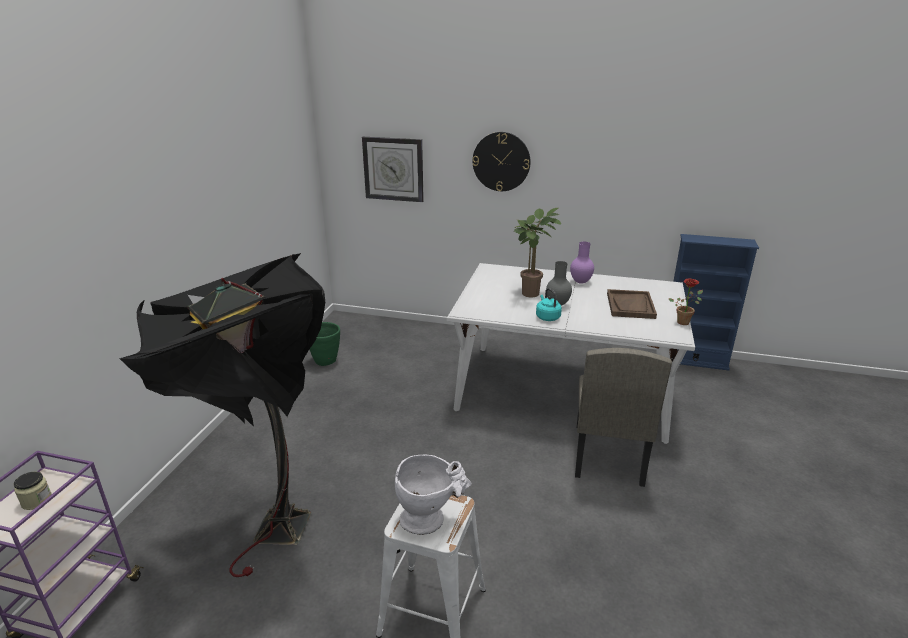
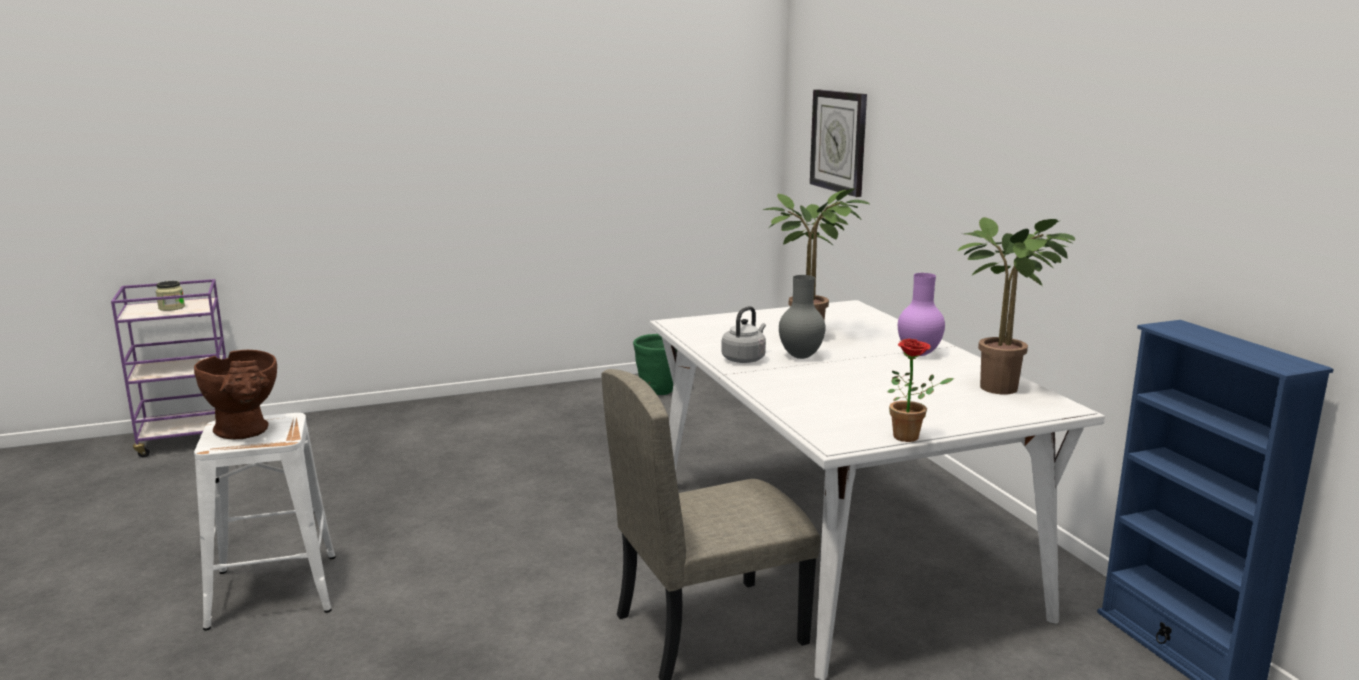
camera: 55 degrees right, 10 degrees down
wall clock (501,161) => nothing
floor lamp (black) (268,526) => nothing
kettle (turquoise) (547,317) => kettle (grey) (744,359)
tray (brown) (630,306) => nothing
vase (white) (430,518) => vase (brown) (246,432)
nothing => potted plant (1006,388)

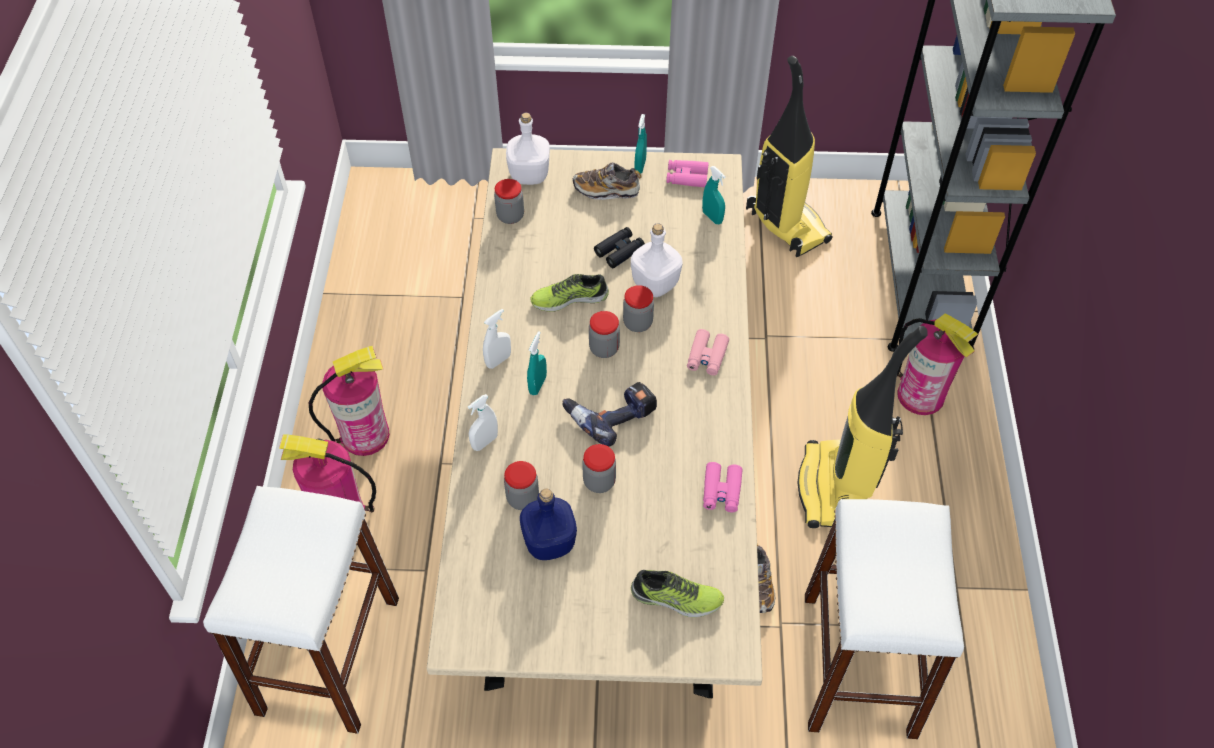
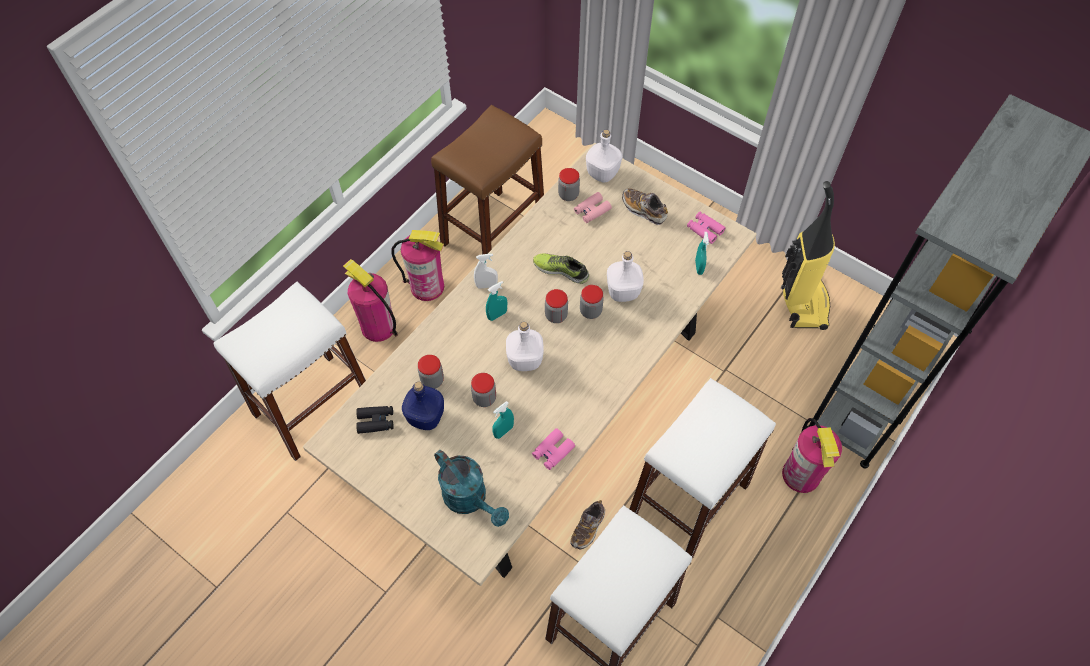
camera: 35 degrees right, 5 degrees up
spray bottle (turquoise) (640,166) => spray bottle (turquoise) (503,431), moved
binoculars (black) (619,251) => binoculars (black) (376,421), moved
vacuum cleaner (835,489) => stool (white) (688,499)
binoculars (pink) (707,356) => binoculars (pink) (592,211), moved
power drill (610,414) => bottle (white) (525,360)
spray bottle (white) (485,442) => nothing
shoe (676,598) => watering can (turquoise) (470,499)
nothing => stool (brown) (493,232)

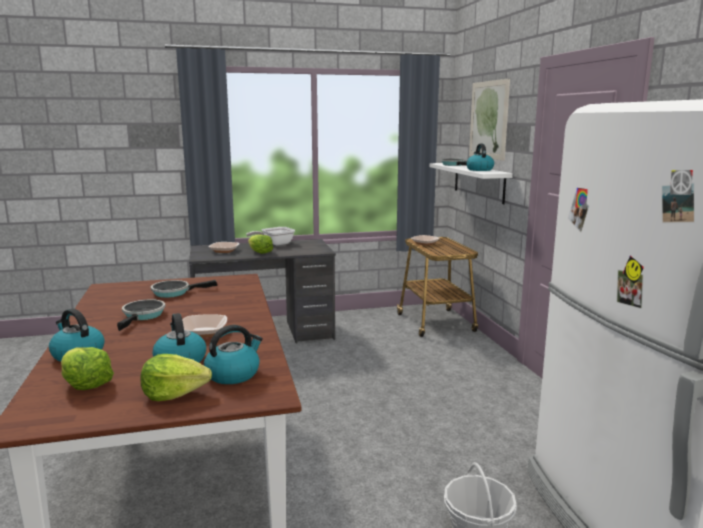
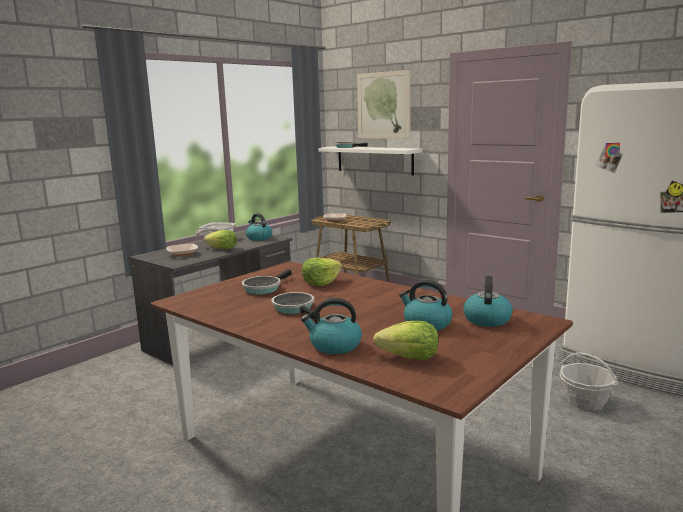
camera: 35 degrees left, 0 degrees up
kettle (479,170) => kettle (259,238), moved
bowl (203,332) => nothing
lettuce (174,393) => lettuce (321,282), moved

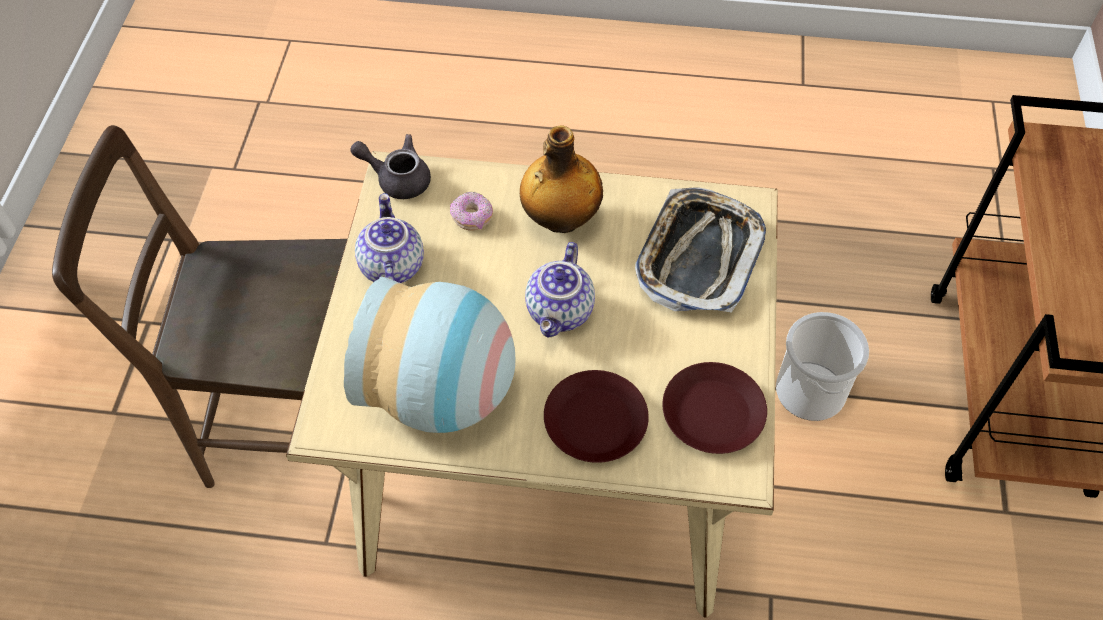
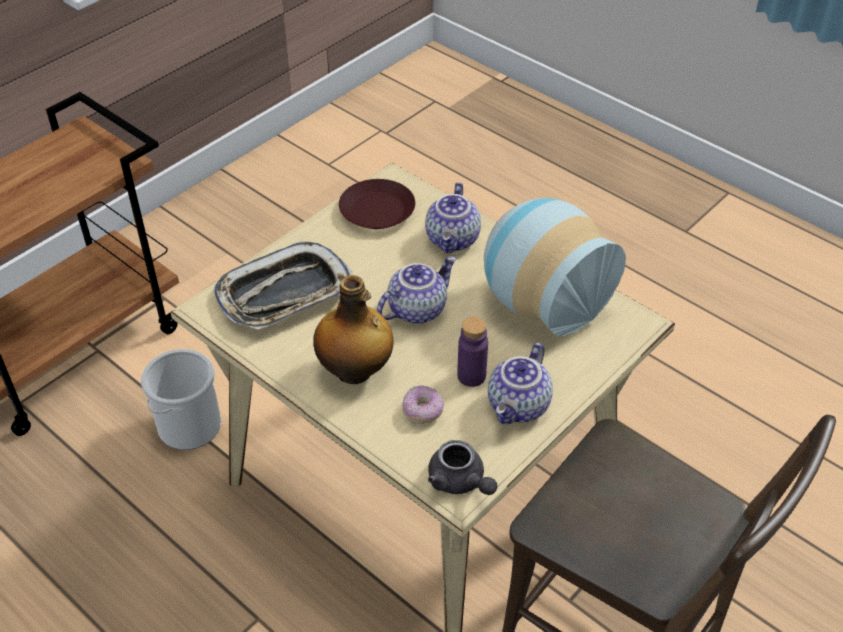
camera: 145 degrees left, 10 degrees down
plate (brown) (595,423) => teapot (454,240)
nothing => bottle (purple) (471,376)

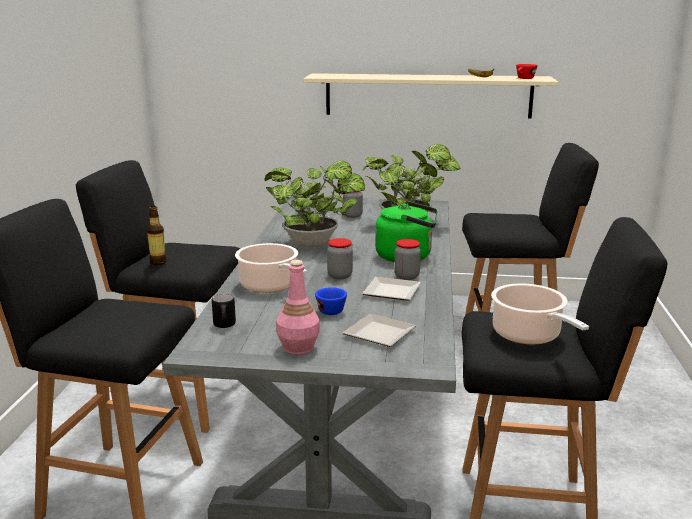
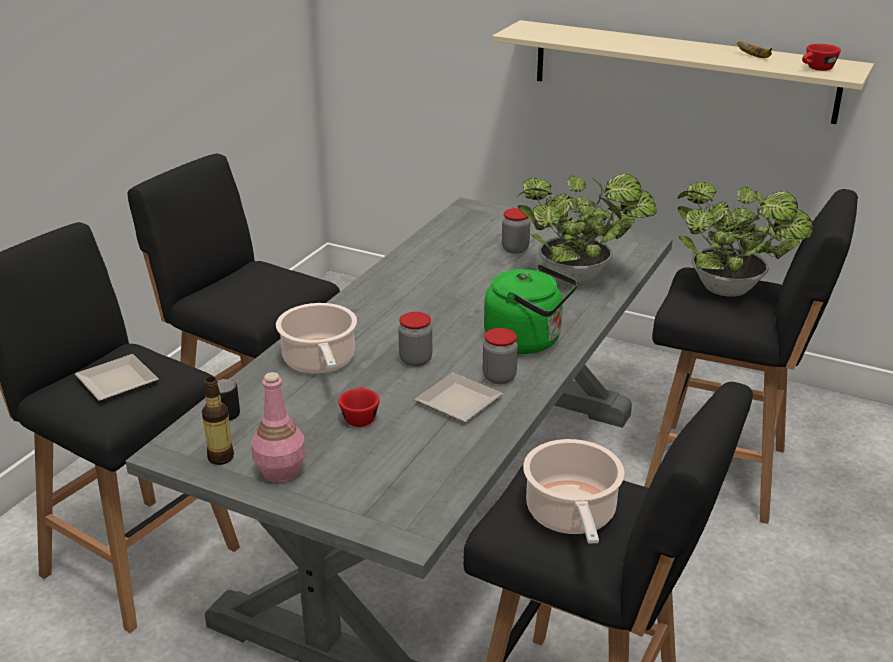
camera: 20 degrees right, 10 degrees up
potted plant (315,244) => potted plant (731,291), moved
bottle (158,262) => bottle (220,457), moved
cup (blue) (329,310) => cup (red) (359,417)
plate (378,332) => plate (118,379), moved

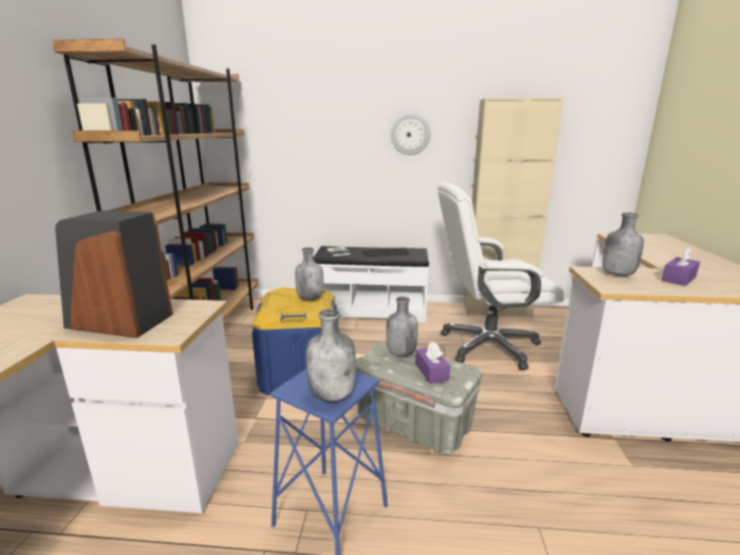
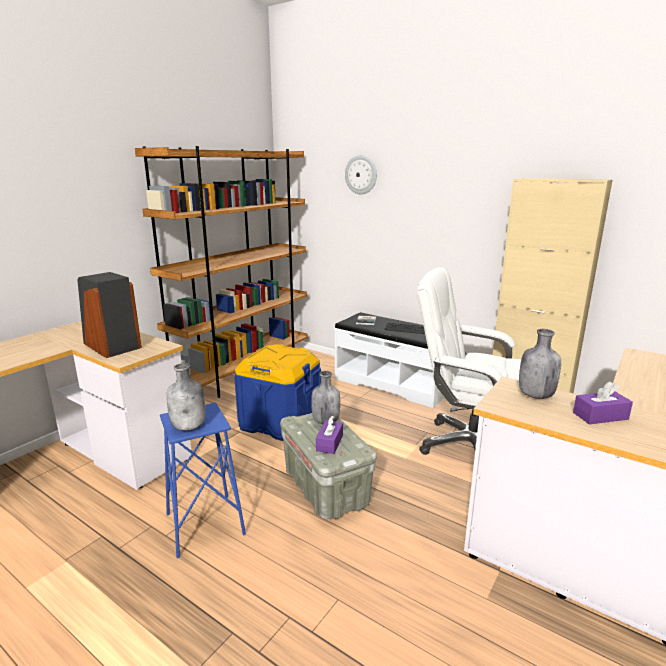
camera: 30 degrees right, 0 degrees up
wall clock (410,134) => wall clock (361,175), moved
bottle (grey) (310,298) => nothing

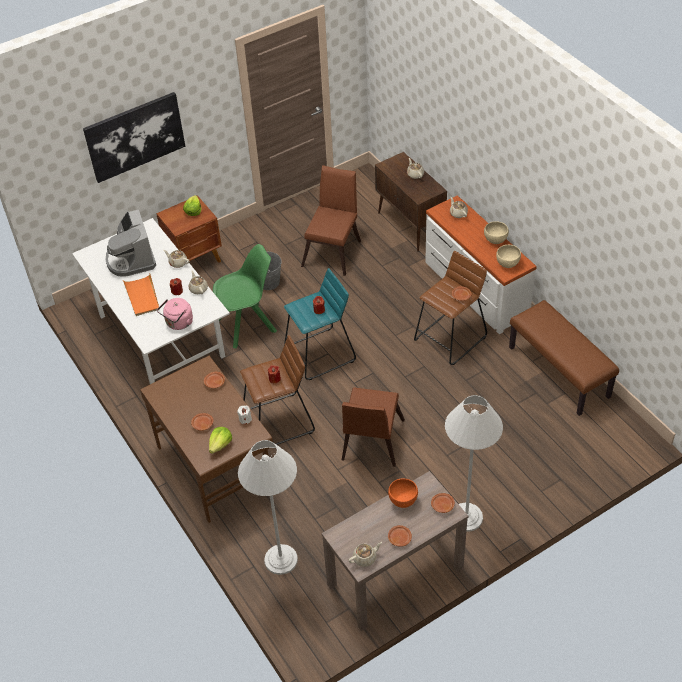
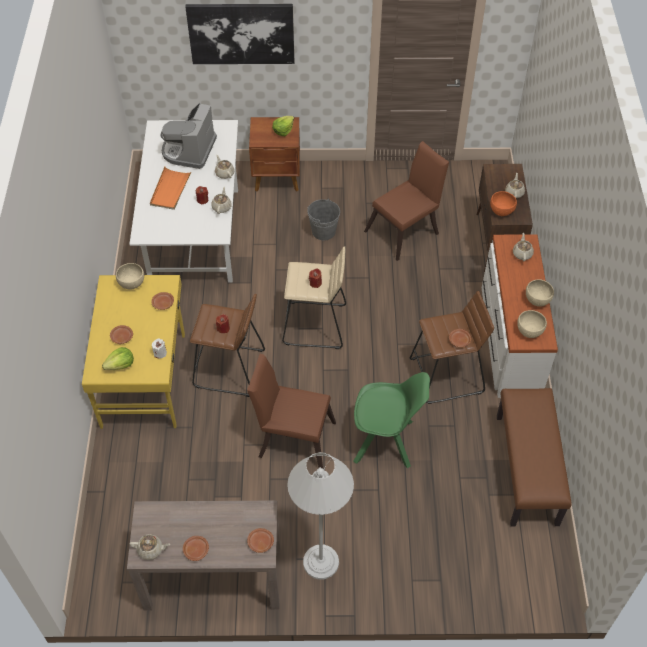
camera: 30 degrees right, 5 degrees up
chair (green) (248,324) => chair (green) (386,441), moved
stool (turquoise) (320,354) => stool (beige) (315,325)
kettle (pink) (178,323) => nothing
desk (brown) (214,465) => desk (yellow) (145,379)
chair (brown) (371,443) => chair (brown) (292,437), 60 degrees clockwise
floor lamp (white) (281,559) => nothing
bowl (orange) (402,500) => bowl (orange) (501,211), moved
nothing => bowl (beige) (132,284)

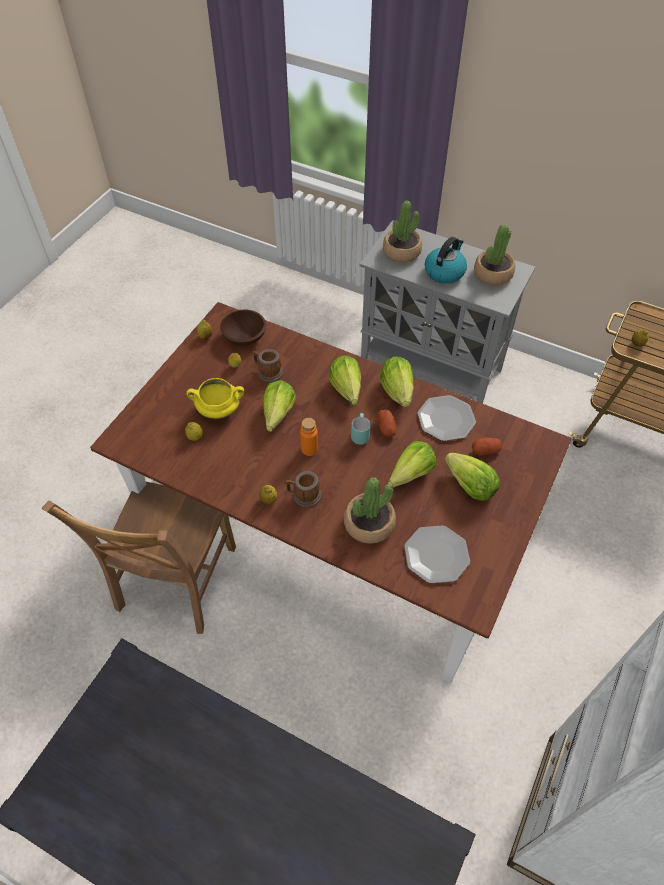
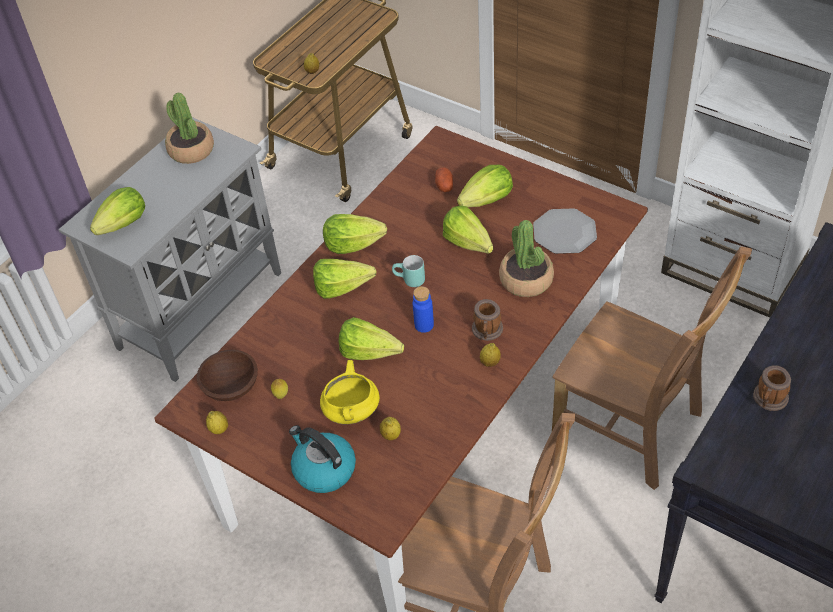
camera: 80 degrees left, 5 degrees down
potted plant (401,252) => lettuce (124,224)
kettle (444,272) => kettle (323,470), moved
mug (267,372) => mug (769,400), moved
plate (446,419) => nothing
potato (386,427) => nothing
bottle (orange) (309,449) => bottle (blue) (424,325)
nothing => chair (brown) (632,428)

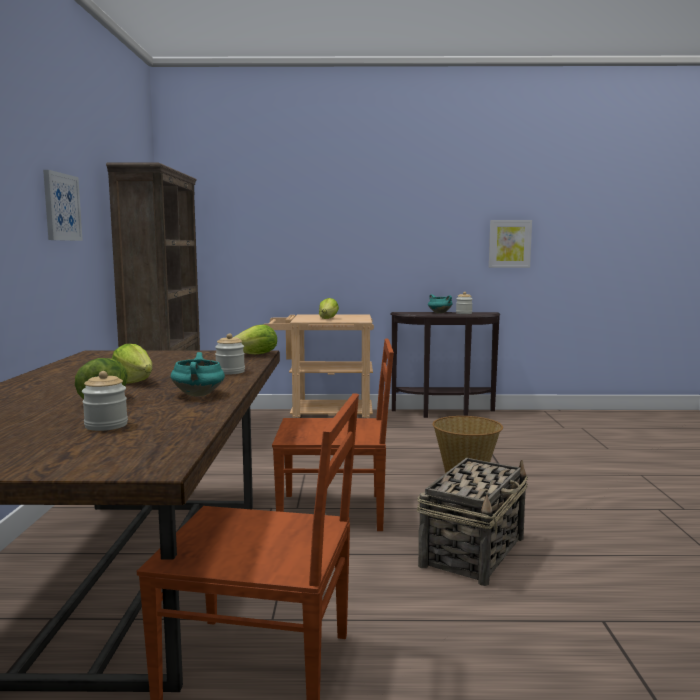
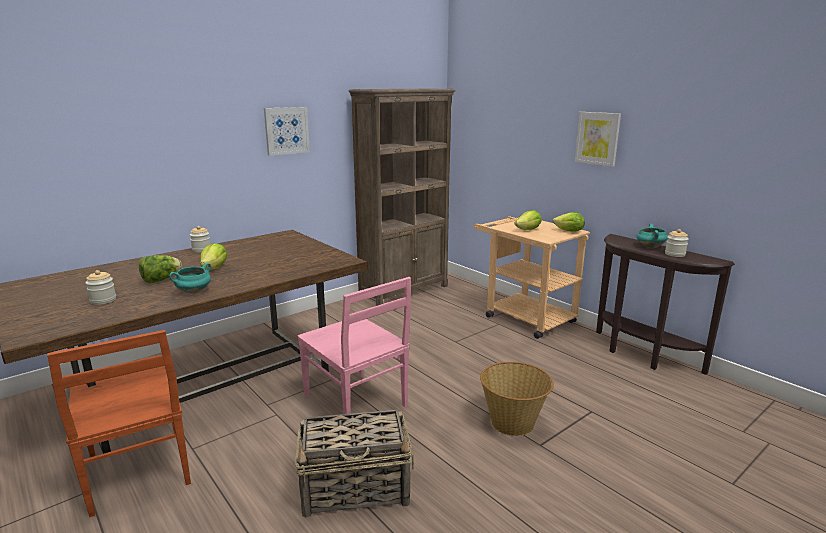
camera: 50 degrees right, 10 degrees up
picture (509,244) => picture (597,138), moved
lettuce (257,354) => lettuce (569,231), moved
jar (230,372) => jar (201,249), moved
chair (brown) (335,512) => chair (pink) (356,402)

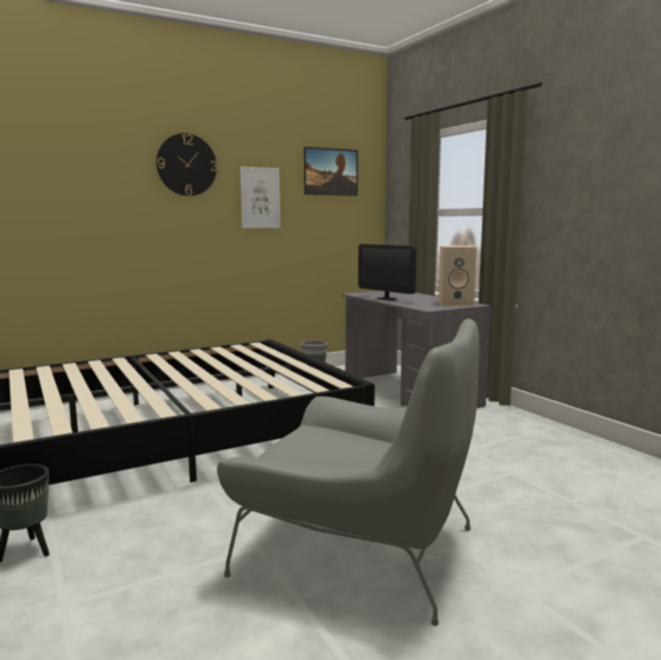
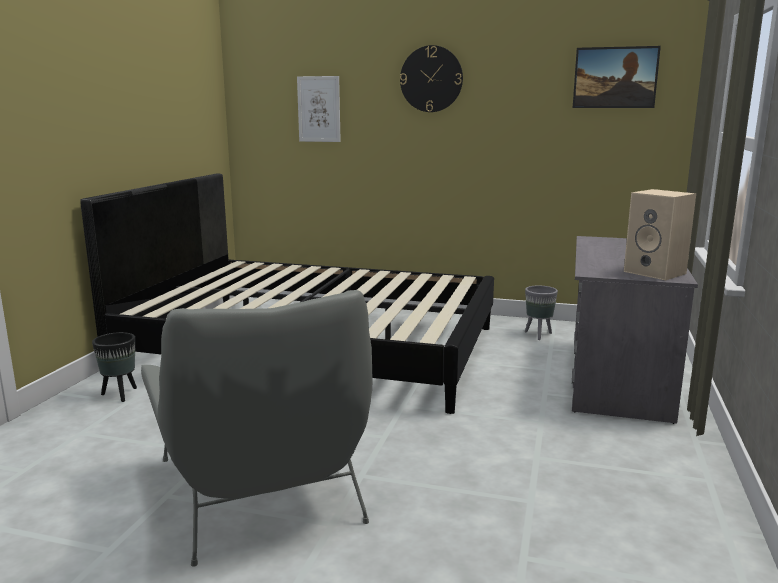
camera: 45 degrees right, 5 degrees up
picture (260,198) => picture (319,109), moved
monitor (387,299) => nothing

